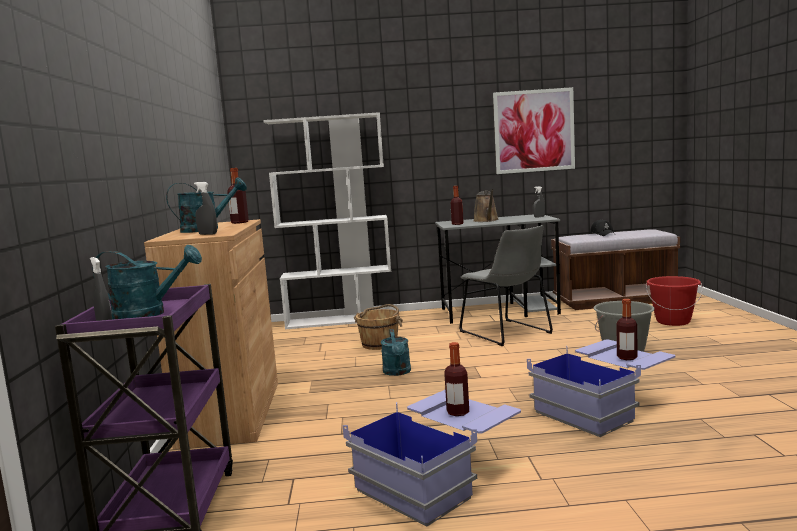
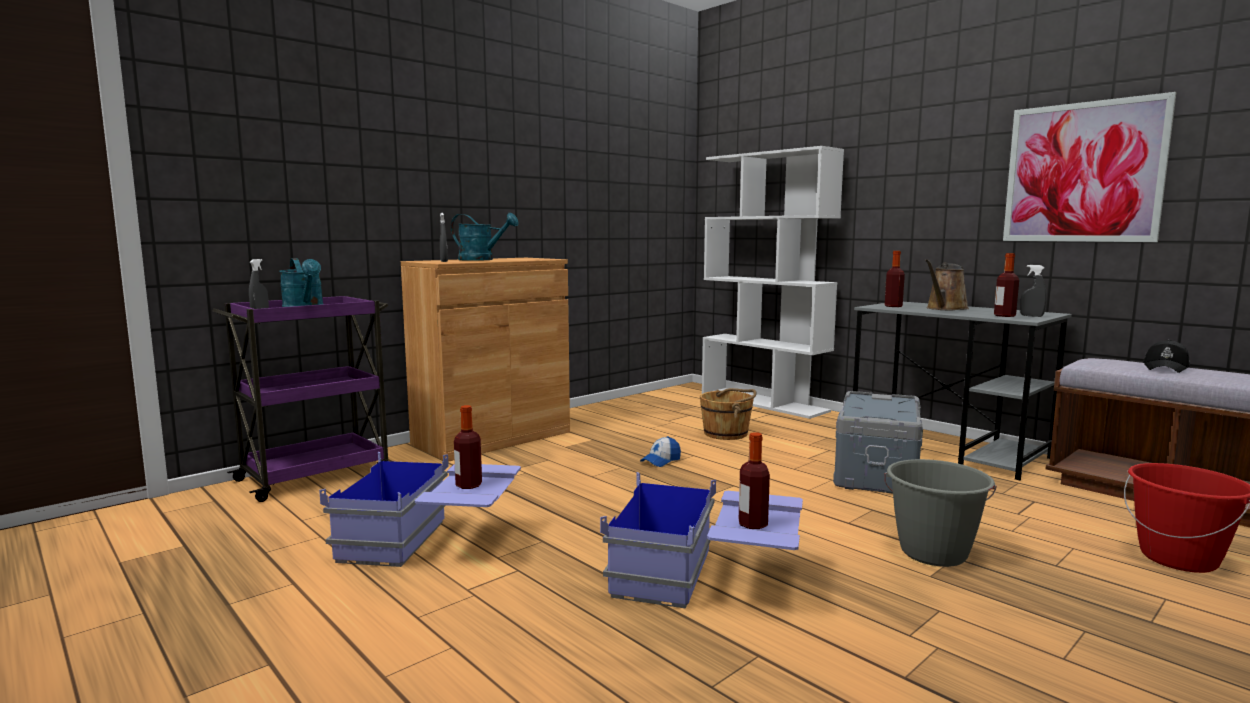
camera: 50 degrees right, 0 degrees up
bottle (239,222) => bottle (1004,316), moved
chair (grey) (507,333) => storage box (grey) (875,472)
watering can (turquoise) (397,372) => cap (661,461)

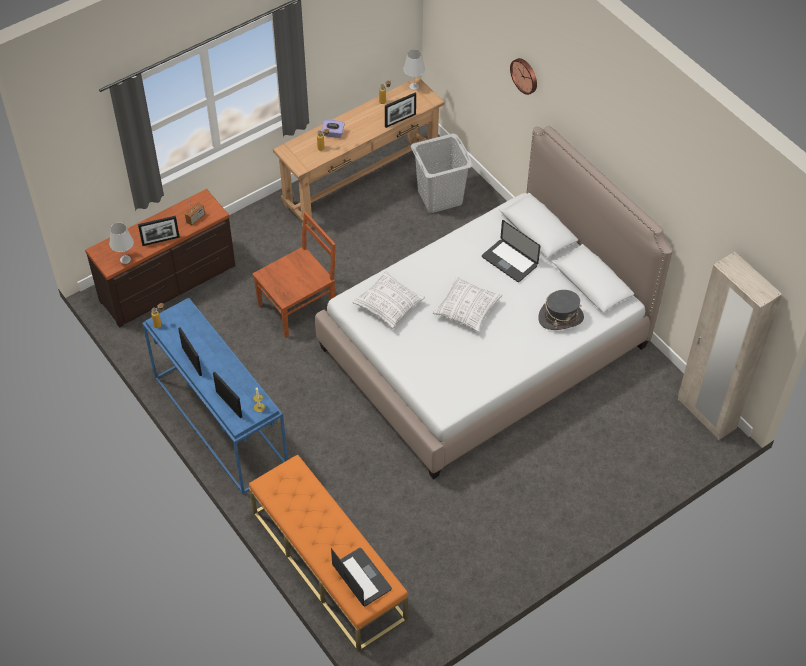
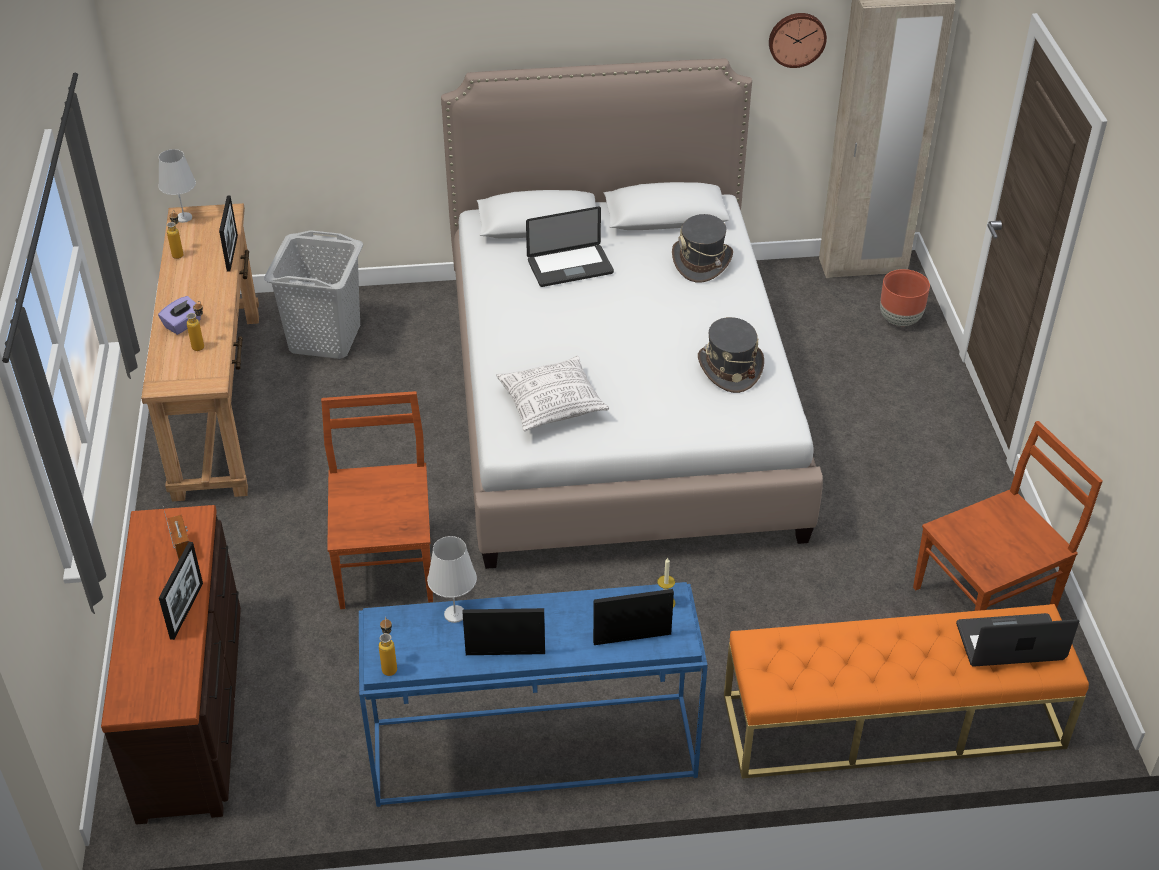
camera: 60 degrees left, 10 degrees down
wall clock (525,75) => wall clock (796,38), moved
table lamp (white) (125,260) => table lamp (white) (455,614), moved
pillow (467,310) => nothing
nothing => planter (brown) (900,319)
nothing => hat (grey) (729,368)
nothing => chair (brown) (987,599)

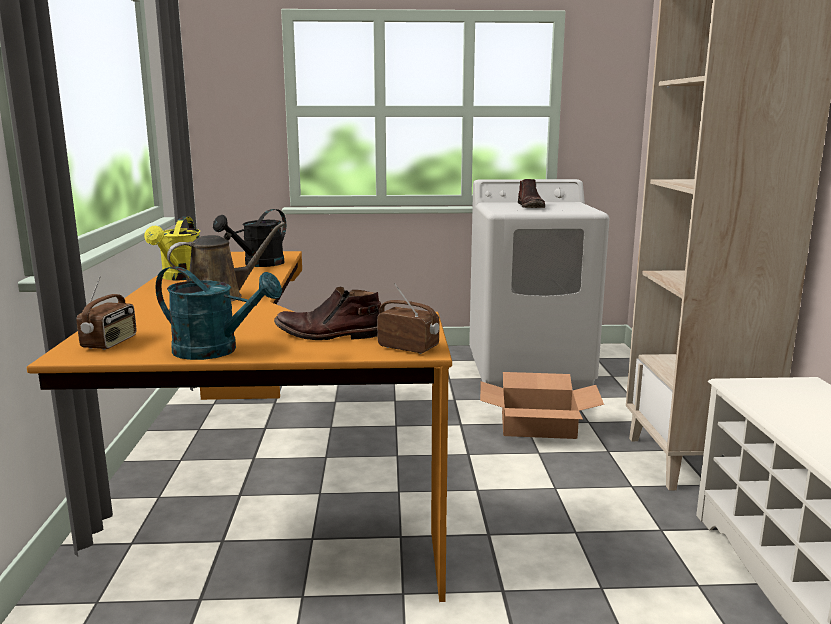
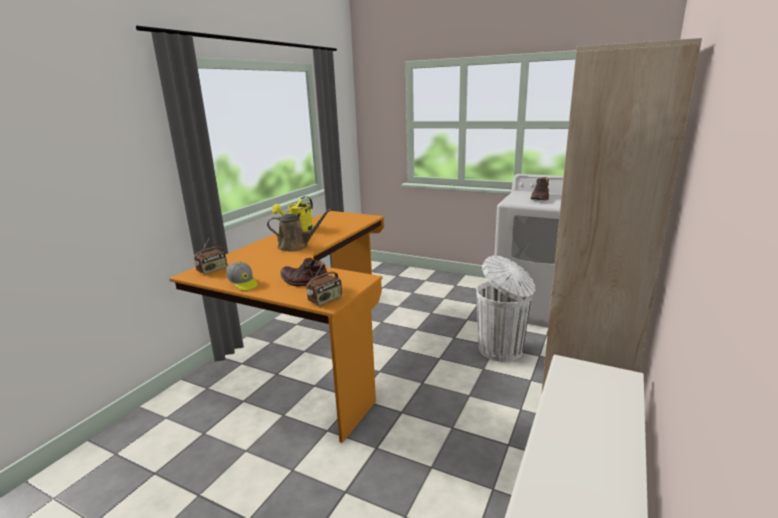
camera: 30 degrees right, 5 degrees up
watering can (black) (258,264) => nothing
watering can (turquoise) (216,351) => cap (243,284)
radio (408,347) => radio (325,300), 75 degrees clockwise
cardboard box (538,425) => trash can (white) (502,350)

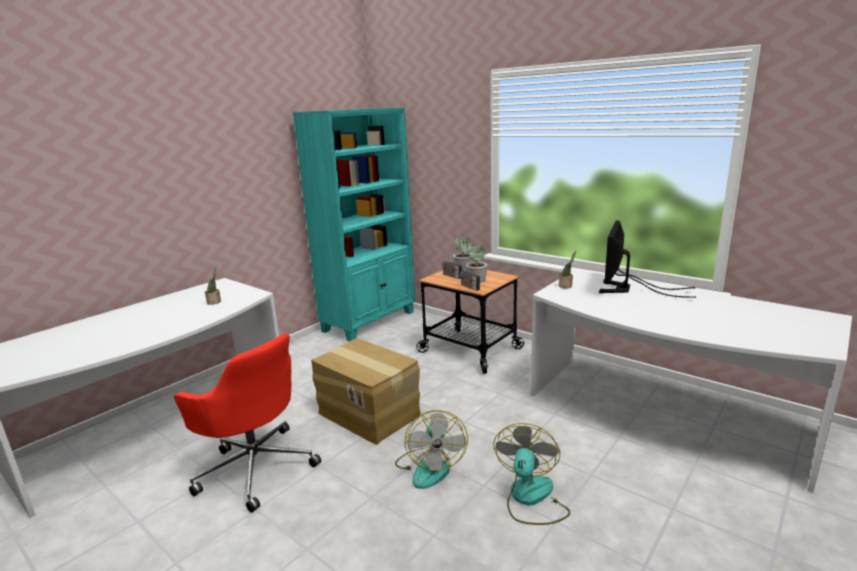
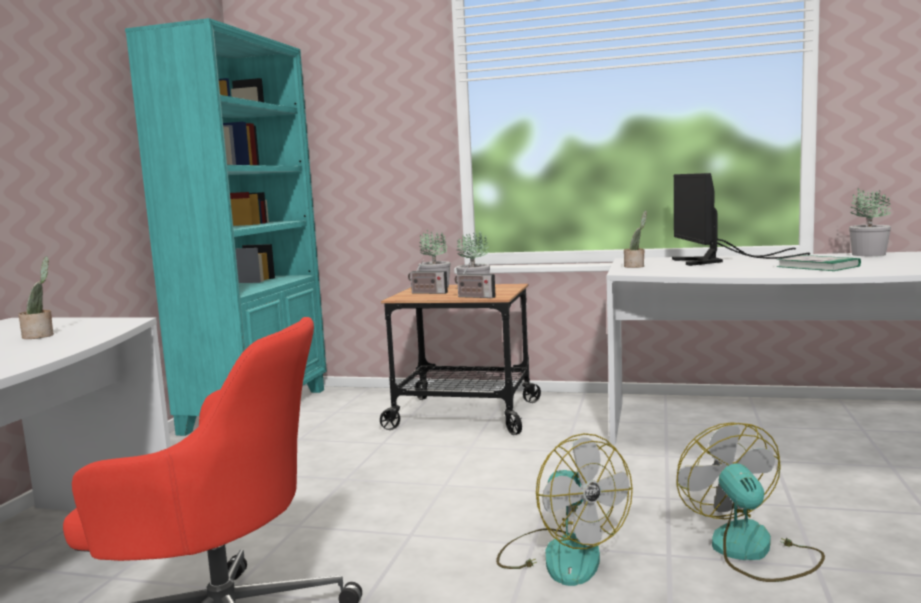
camera: 25 degrees left, 10 degrees down
cardboard box (369,413) => nothing
nothing => potted plant (867,254)
nothing => book (817,266)

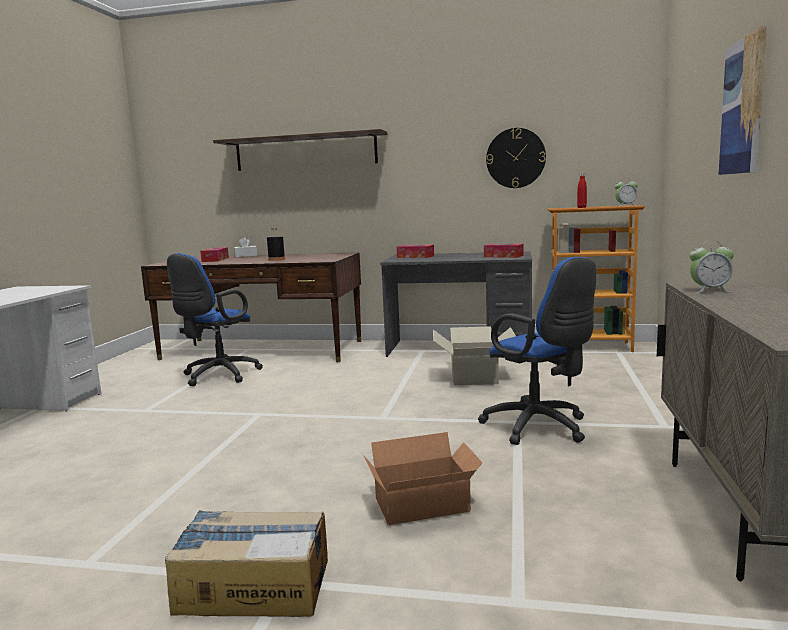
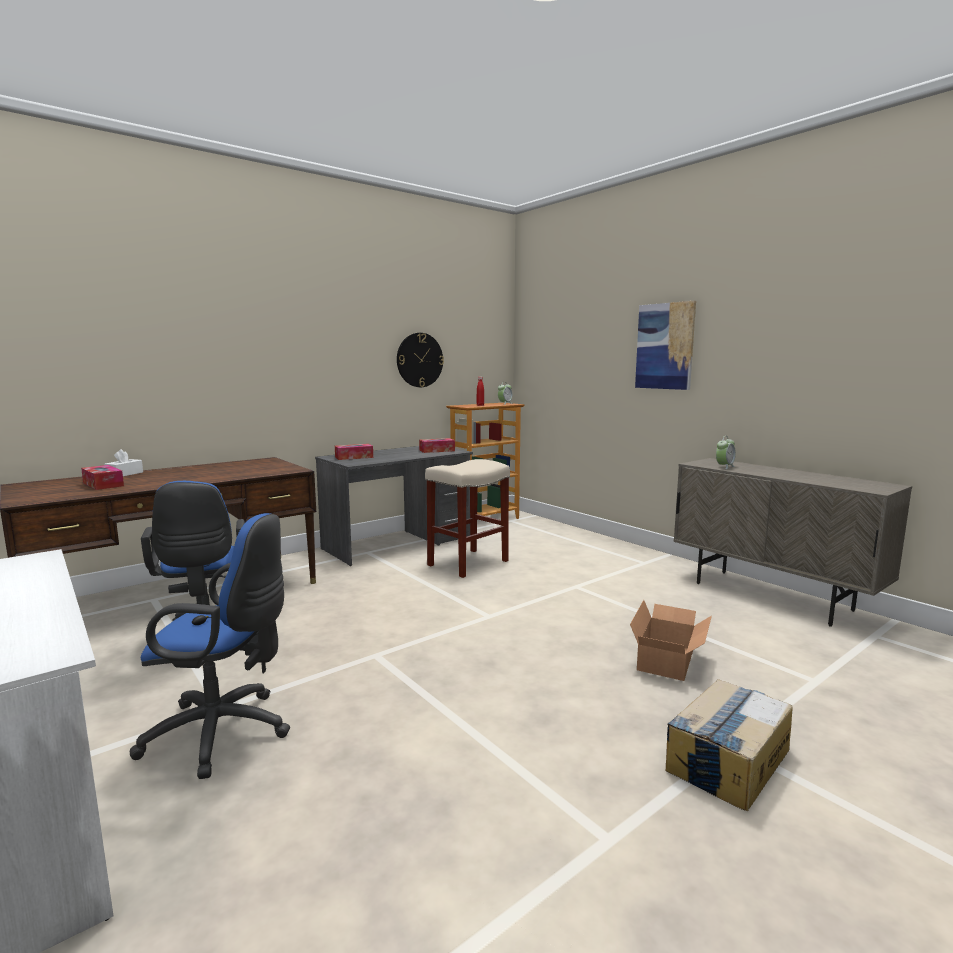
camera: 50 degrees left, 0 degrees up
shelf (305,152) => nothing
bottle (black) (276,259) => nothing
office chair (blue) (540,428) => office chair (blue) (225,733), moved
cardboard box (473,377) => stool (beige) (468,563)

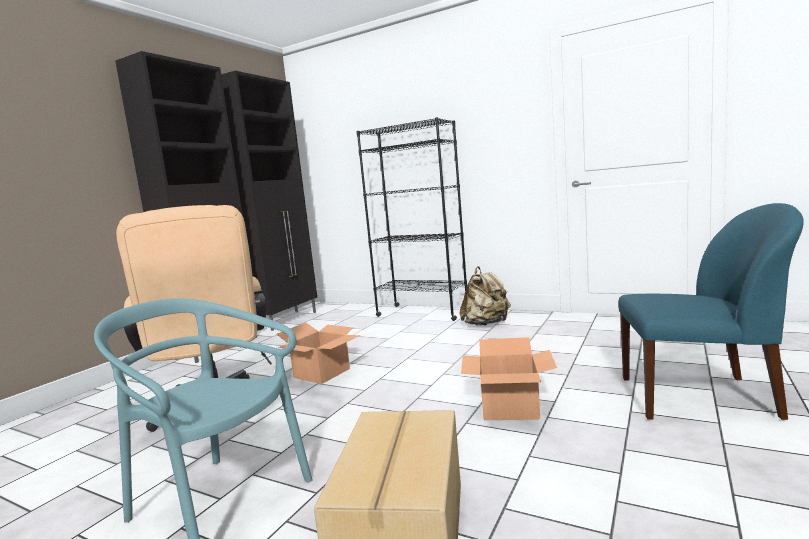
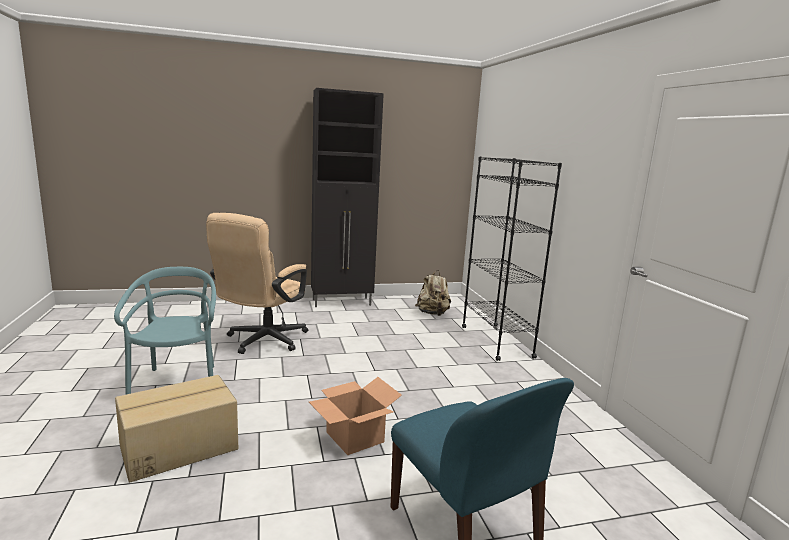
camera: 45 degrees right, 5 degrees up
cabinet (black) (286,320) => nothing
backpack (beige) (486,324) => backpack (beige) (433,314), moved
cardboard box (322,373) => nothing

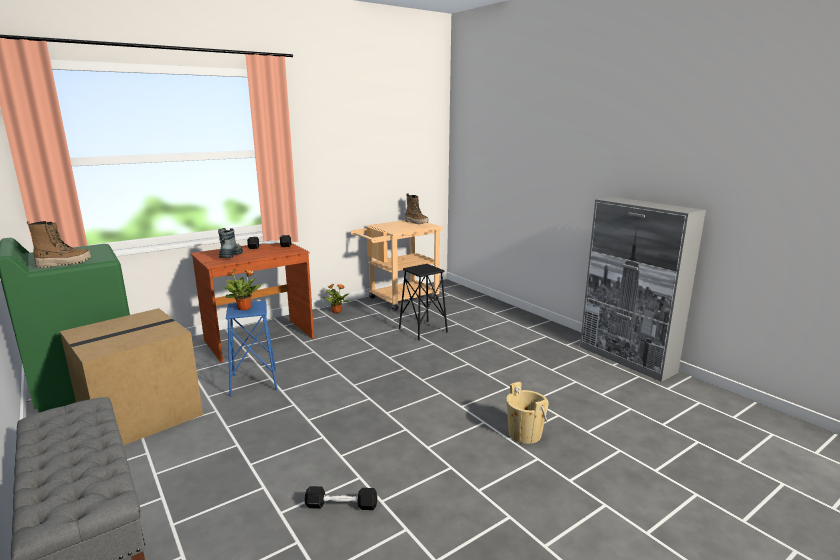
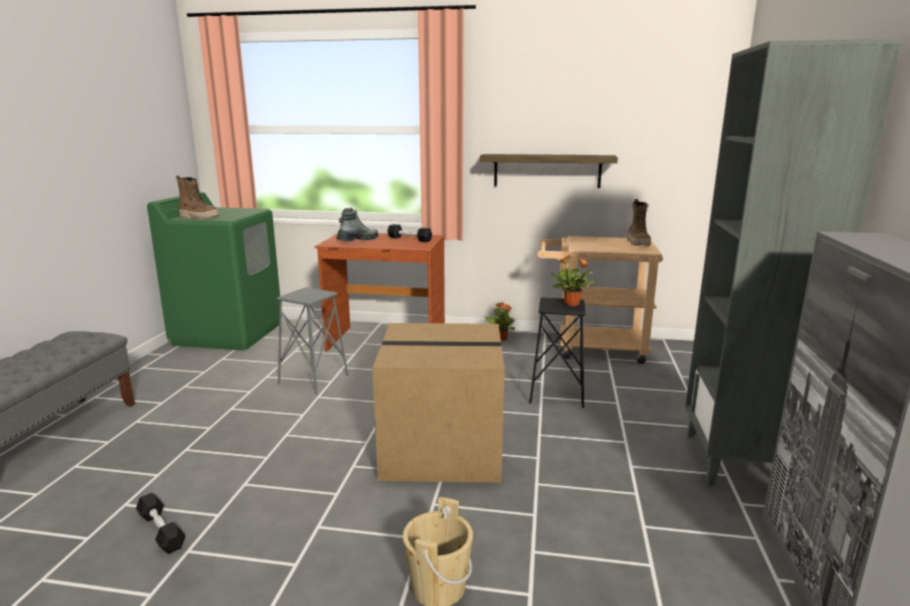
camera: 45 degrees right, 0 degrees up
potted plant (244,308) => potted plant (572,304), moved
stool (blue) (254,382) => stool (grey) (313,379)
cardboard box (141,413) => cardboard box (444,447), moved
nothing => bookcase (grey) (738,462)
nothing => shelf (547,171)

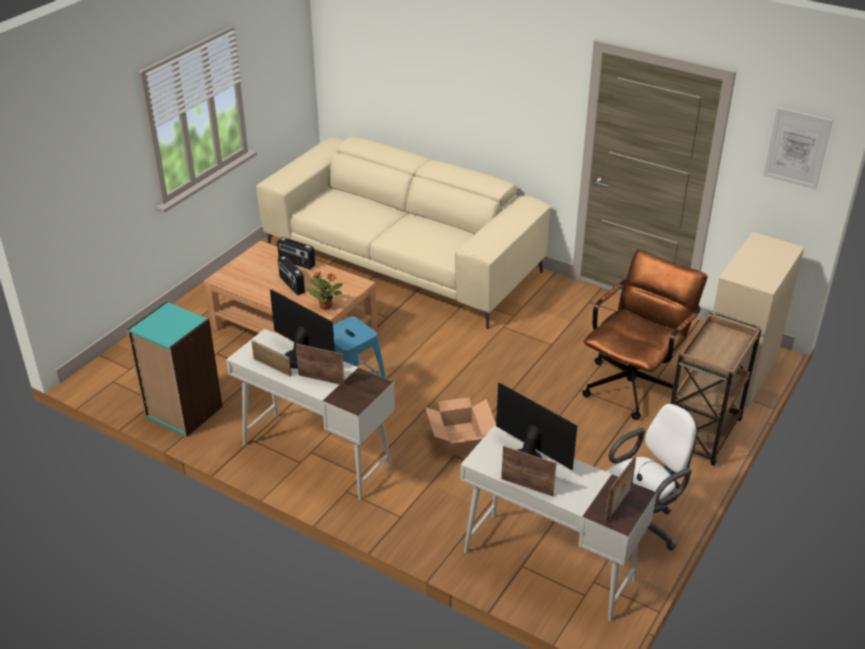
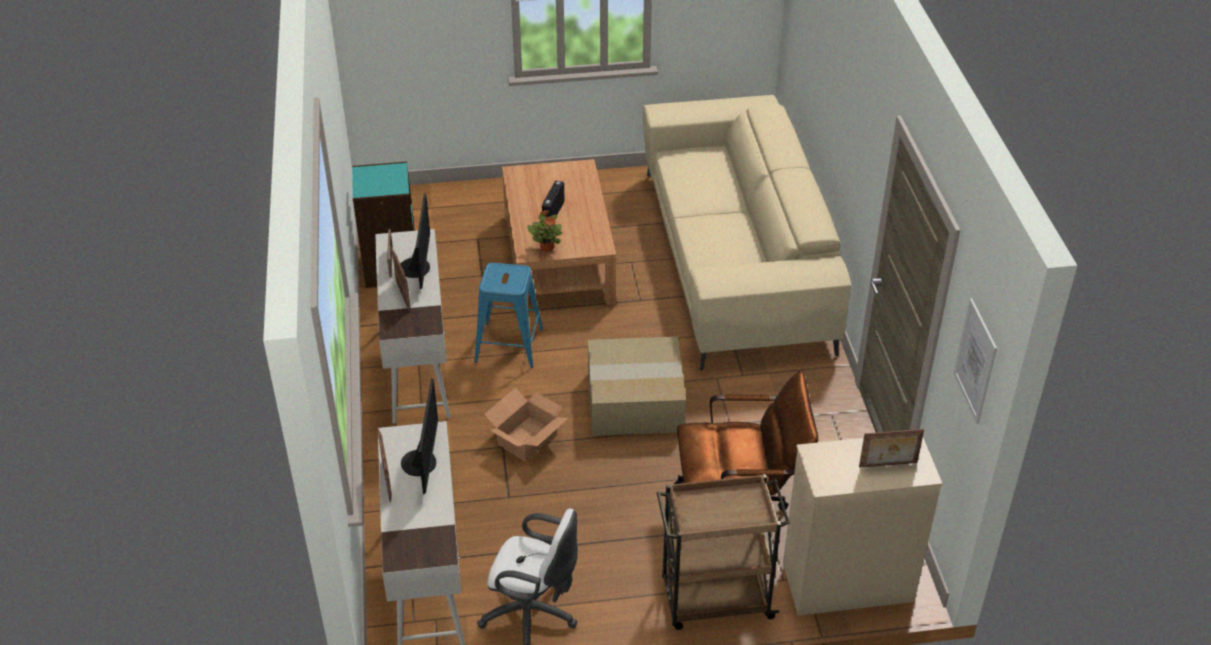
camera: 50 degrees right, 5 degrees up
radio (296,263) => nothing
picture frame (619,505) => picture frame (888,465), moved
nothing => cardboard box (633,402)

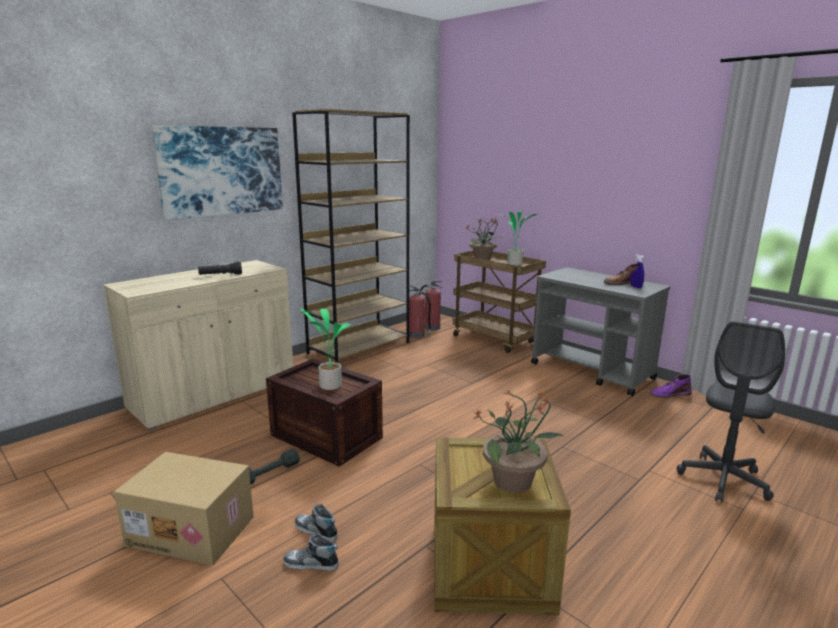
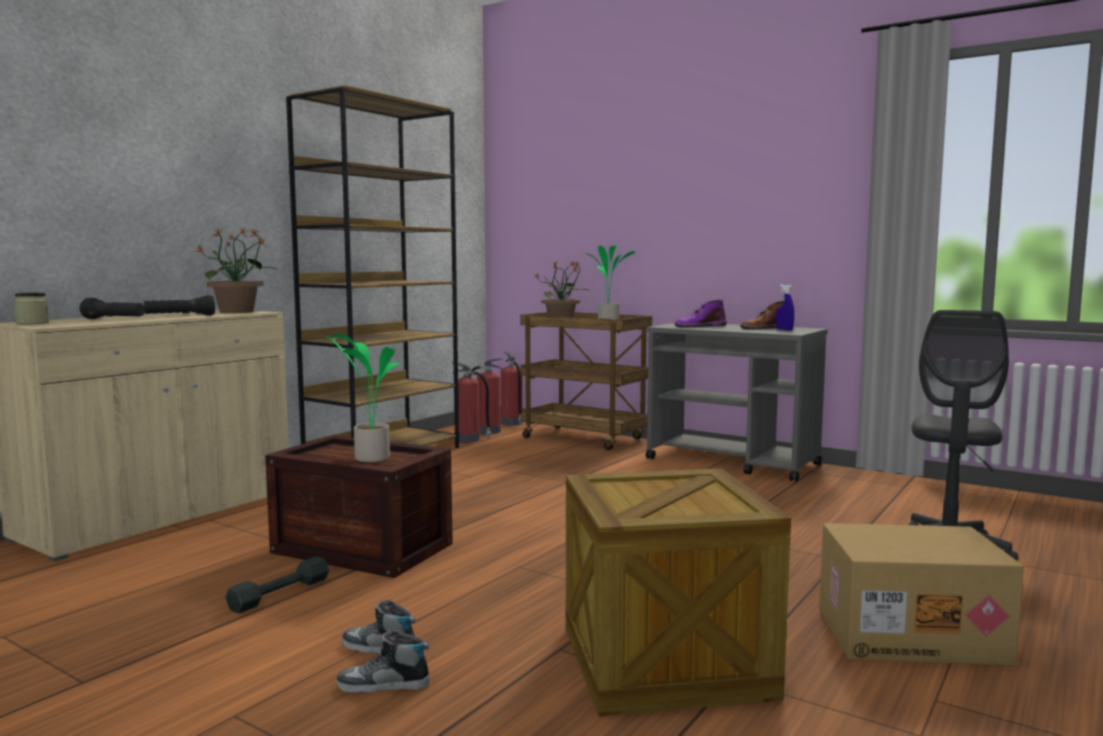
camera: 10 degrees left, 10 degrees down
picture (221,171) => nothing
boot (purple) (669,394) => boot (purple) (699,326), moved
potted plant (514,481) => potted plant (238,312), moved
cardboard box (193,530) => cardboard box (910,634), moved
nothing => jar (32,323)
nothing => flashlight (black) (114,319)
nothing => fire extinguisher (512,423)

